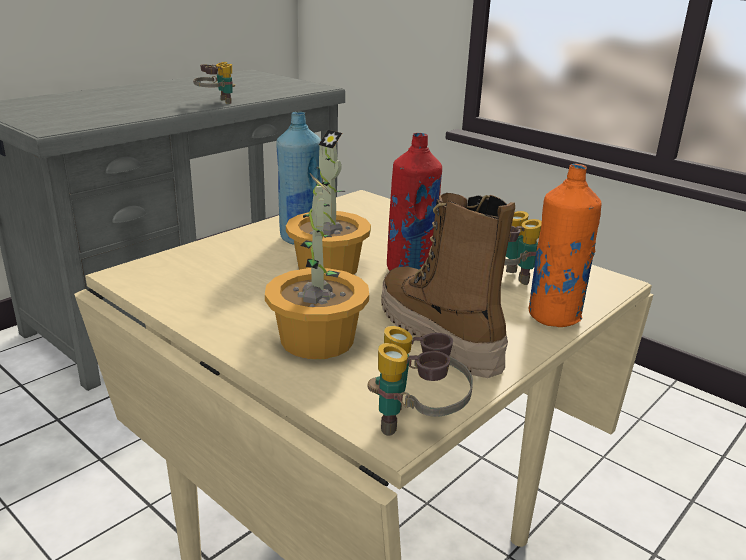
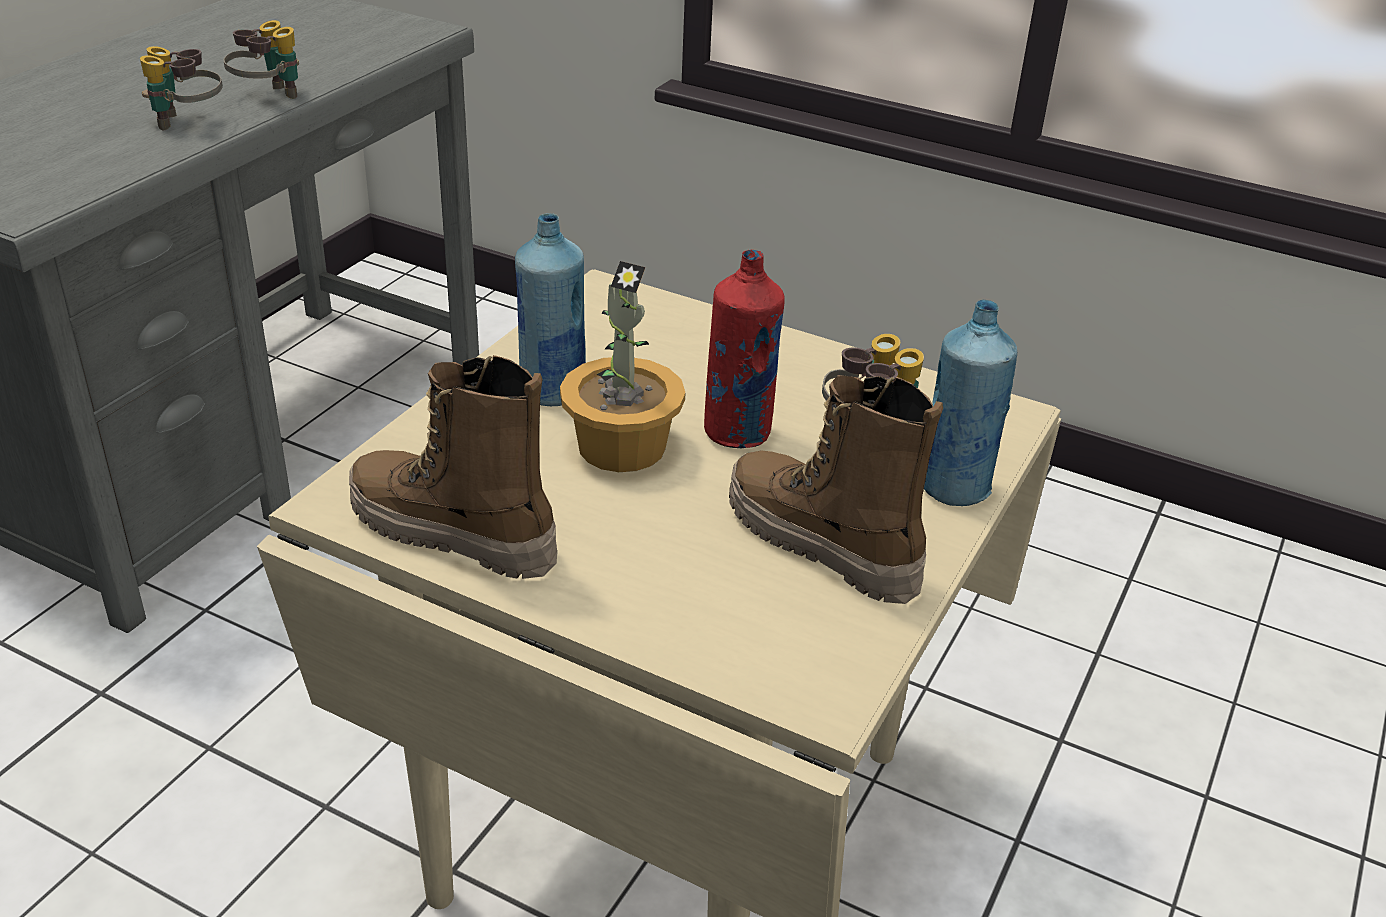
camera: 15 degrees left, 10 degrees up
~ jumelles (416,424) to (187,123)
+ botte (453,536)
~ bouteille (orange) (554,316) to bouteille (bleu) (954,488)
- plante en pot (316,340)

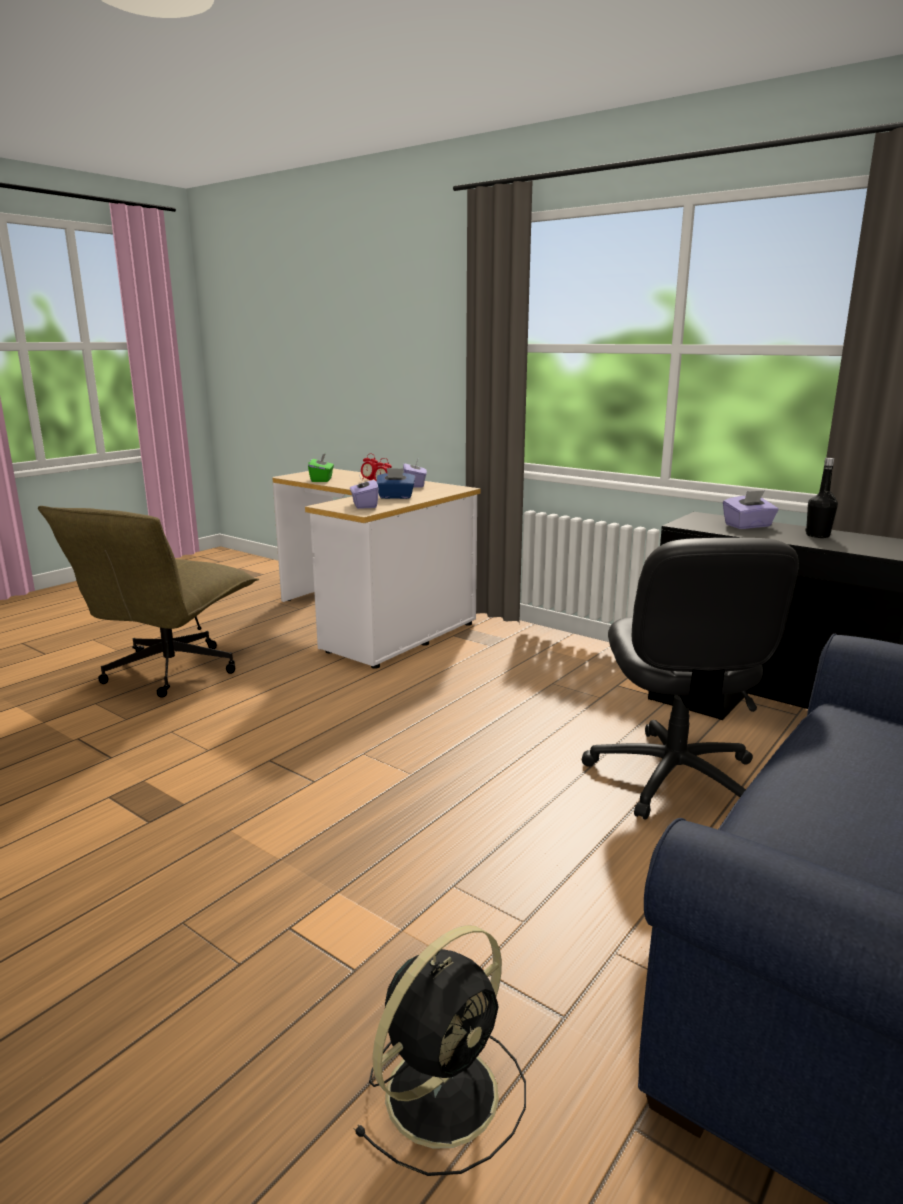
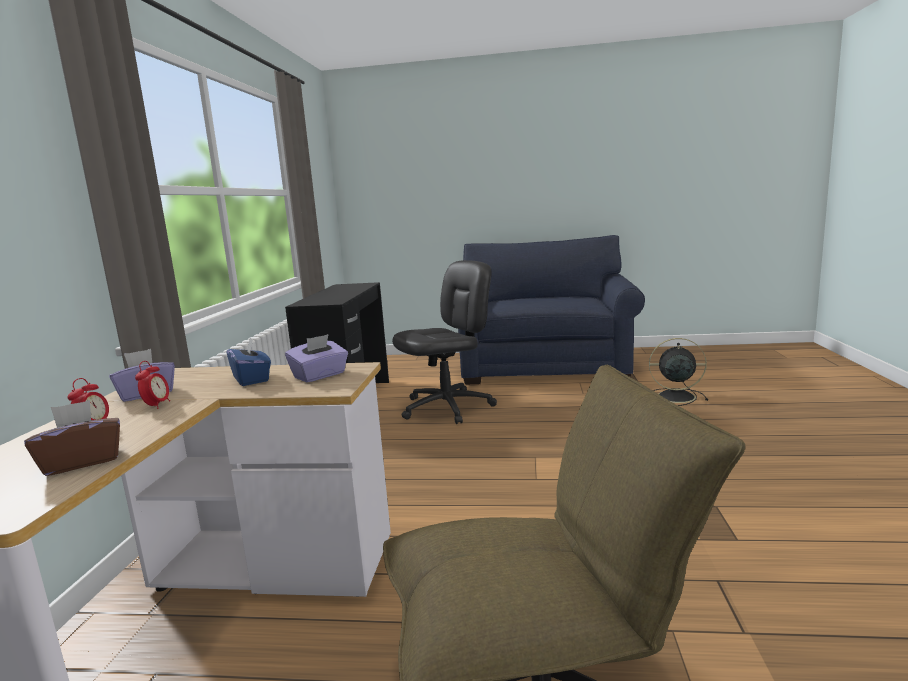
camera: 120 degrees left, 5 degrees down
~ boîte à mouchoirs (vert) (322,480) to boîte à mouchoirs (marron) (82,461)
- boîte à mouchoirs (violet) (748,526)
- bouteille (noir) (817,535)

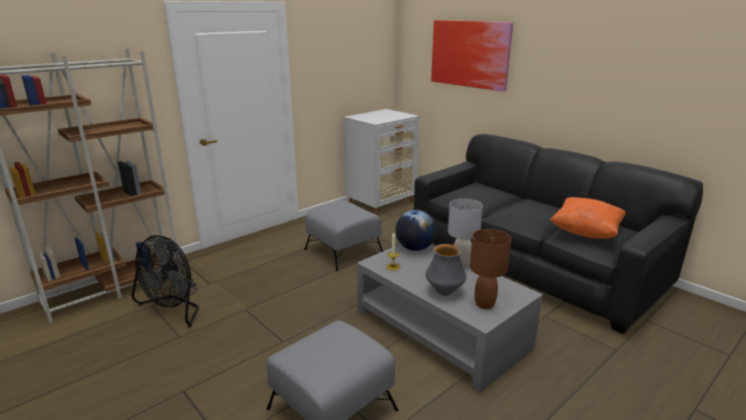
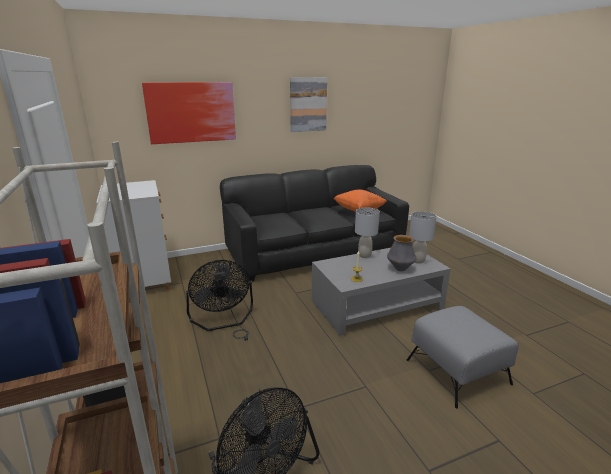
camera: 70 degrees left, 0 degrees up
~ pouf (gris) (343,251) to ventilateur (noir) (226,322)
+ tableau (308,104)
~ lampe de table (marron) (485,304) to lampe de table (gris) (418,261)
- globe (415,248)

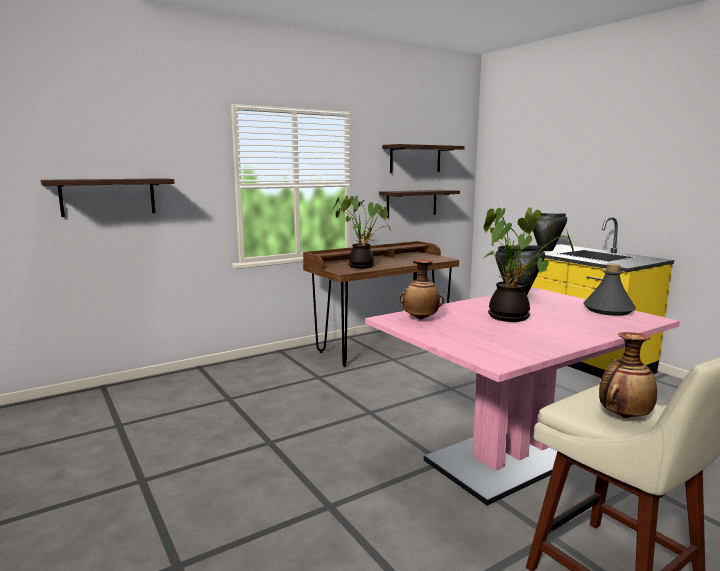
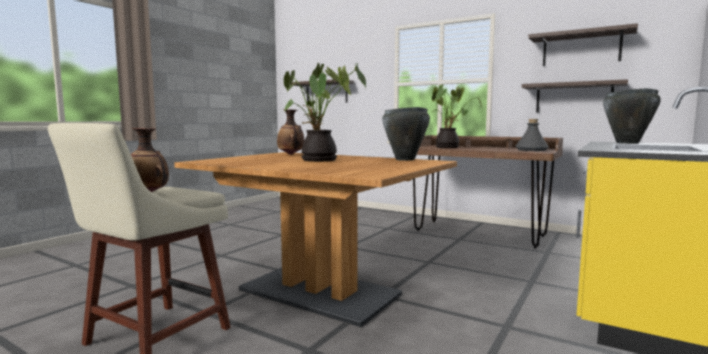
camera: 65 degrees right, 5 degrees down
~ table à manger (rose) (511,456) to table à manger (marron) (319,292)
~ bouteille (gris) (608,310) to (531,150)

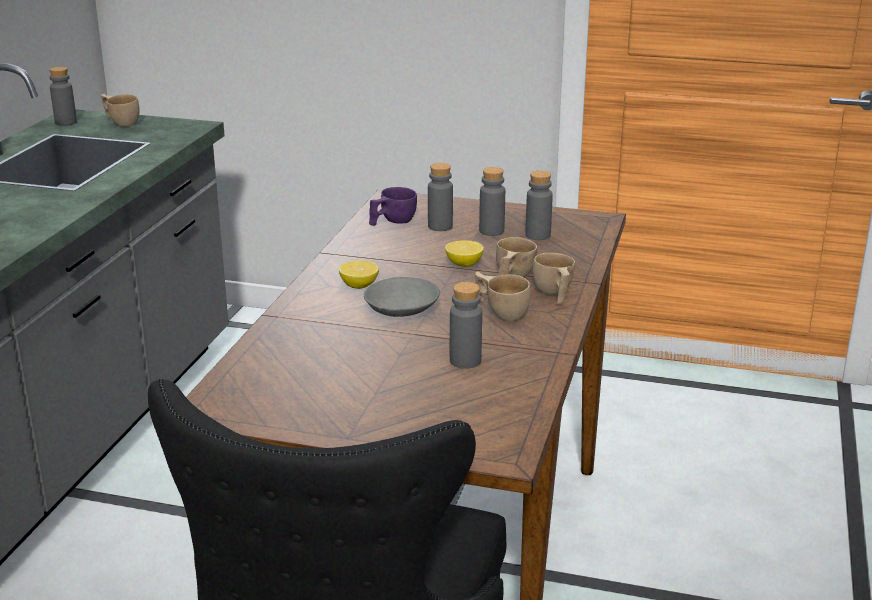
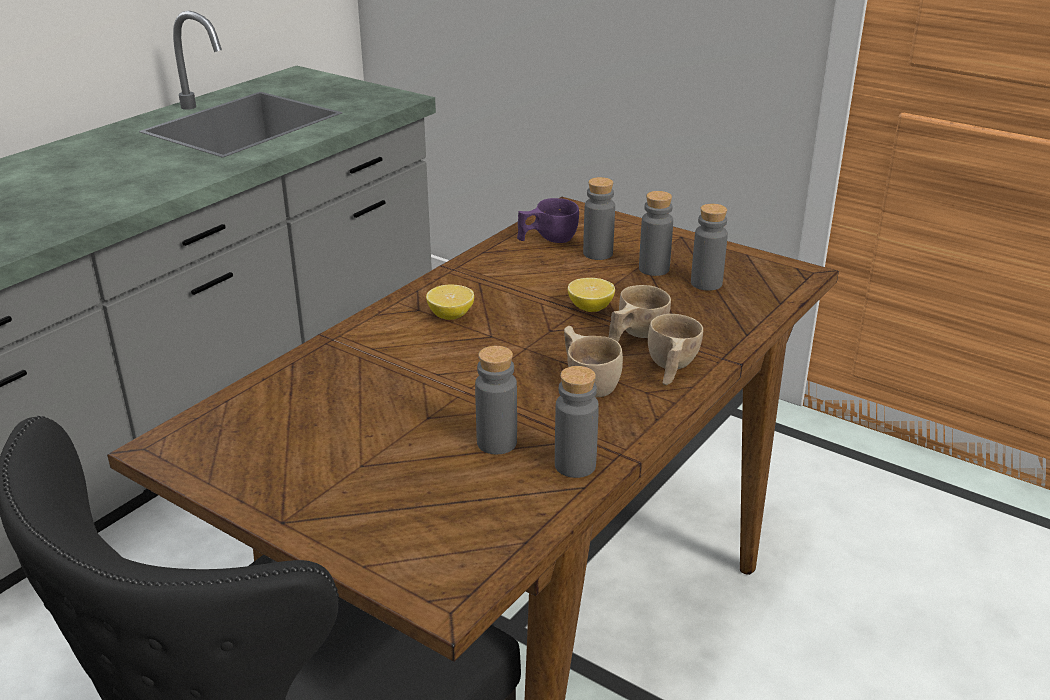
camera: 20 degrees right, 5 degrees up
~ bouteille (gris) (66,122) to (575,465)
- tasse (beige) (121,122)
- bol (gris) (400,310)

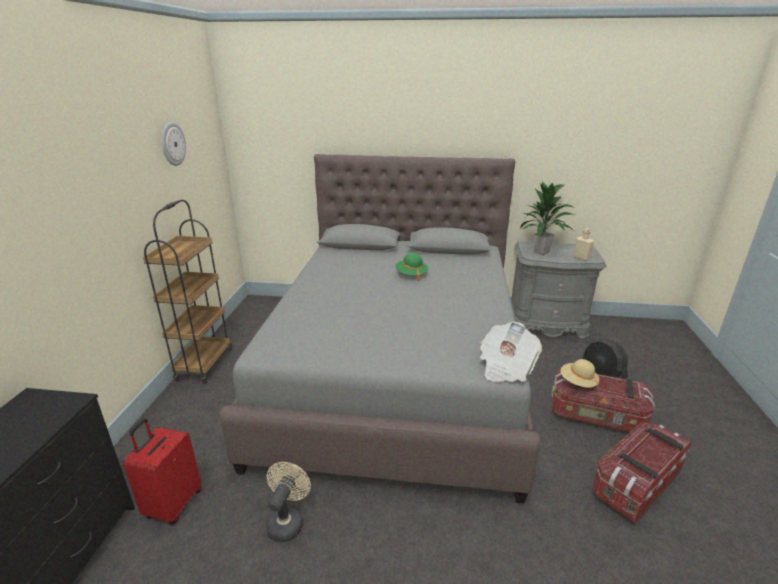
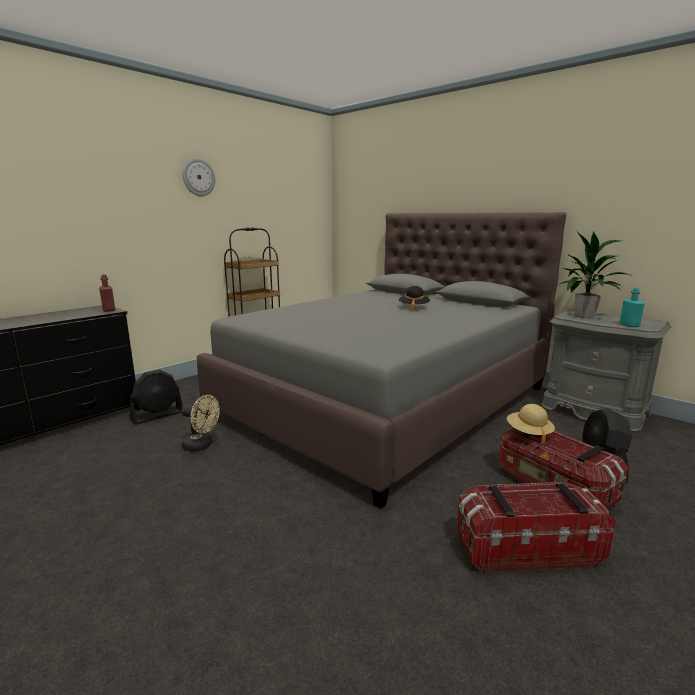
camera: 35 degrees right, 10 degrees down
+ bouteille (rouge) (109,310)
~ valise (rouge) (173,504) to ventilateur (noir) (157,415)
~ ventilateur (beige) (287,521) = (201,446) 60 degrees clockwise
~ horloge murale (172,144) to (198,177)
~ chapeau (vert) (411,274) to chapeau (noir) (413,307)
~ bouteille (beige) (581,258) to bouteille (turquoise) (629,325)
- journal (506,366)

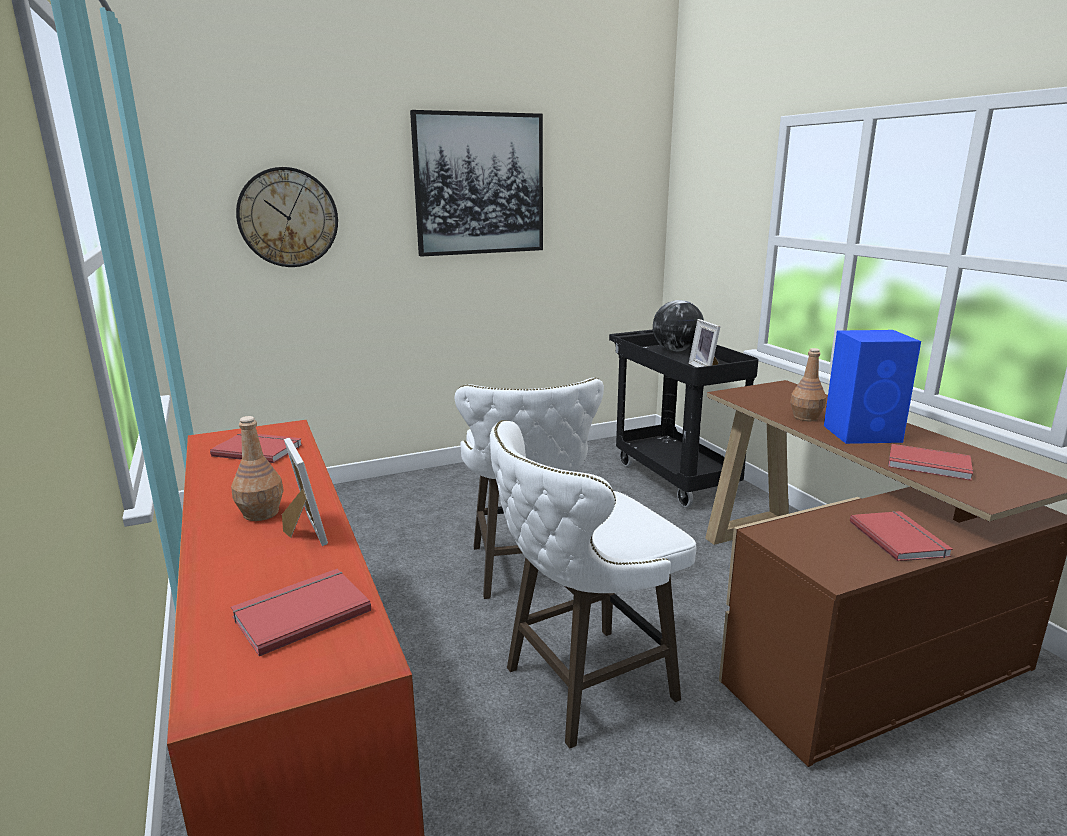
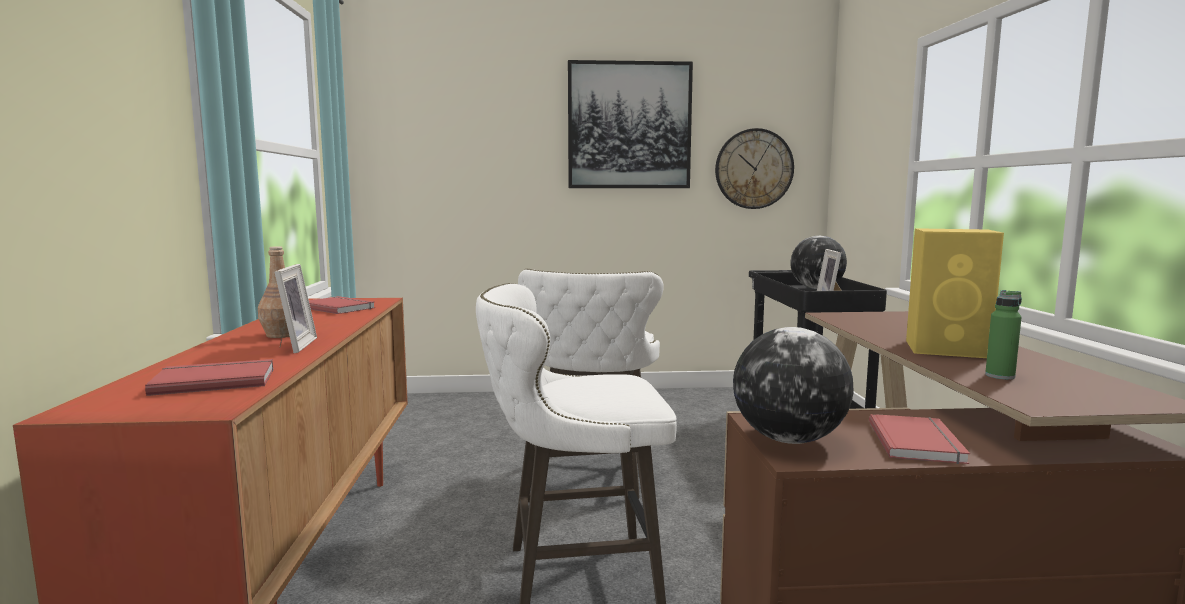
camera: 20 degrees right, 10 degrees down
~ horloge murale (288,217) to (754,169)
+ globe (789,439)
~ enceinte (bleu) (863,434) to enceinte (jaune) (948,349)
~ livre (rouge) (929,466) to bouteille (vert) (1000,376)
- bouteille (marron) (805,417)

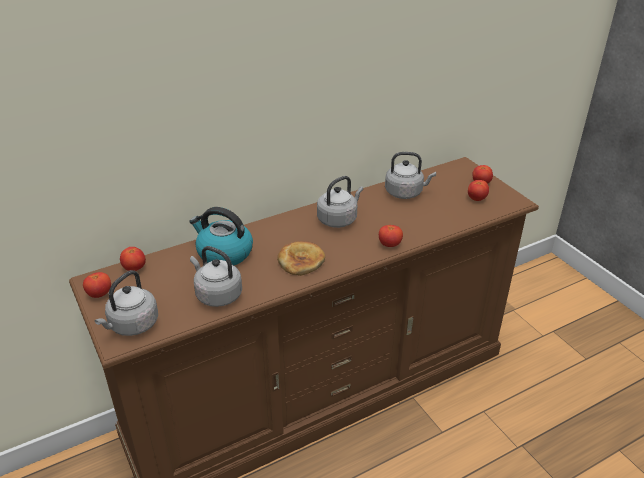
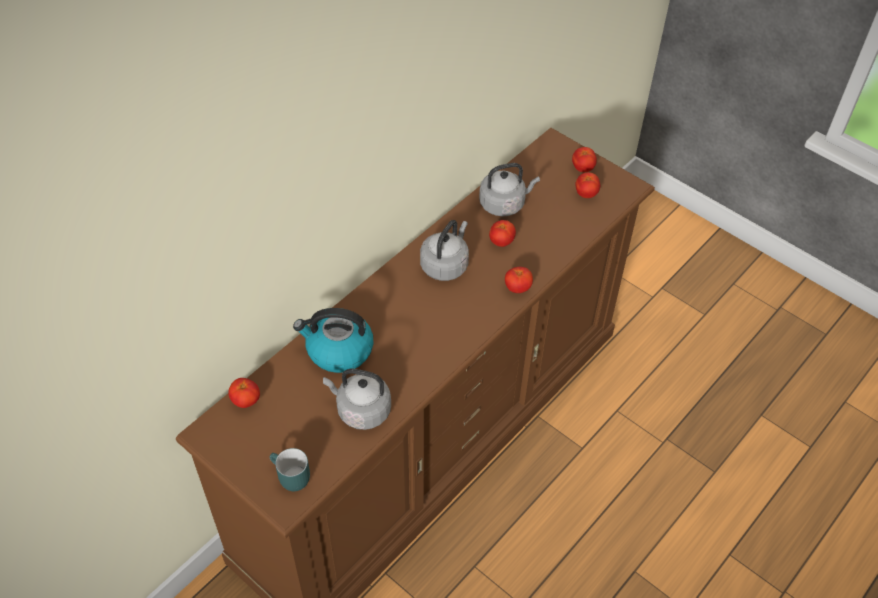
camera: 20 degrees left, 15 degrees up
~ bouilloire (gris) (132,325) to mug (turquoise) (289,478)
~ tomate (99,294) to (501,242)
- pain (301,260)

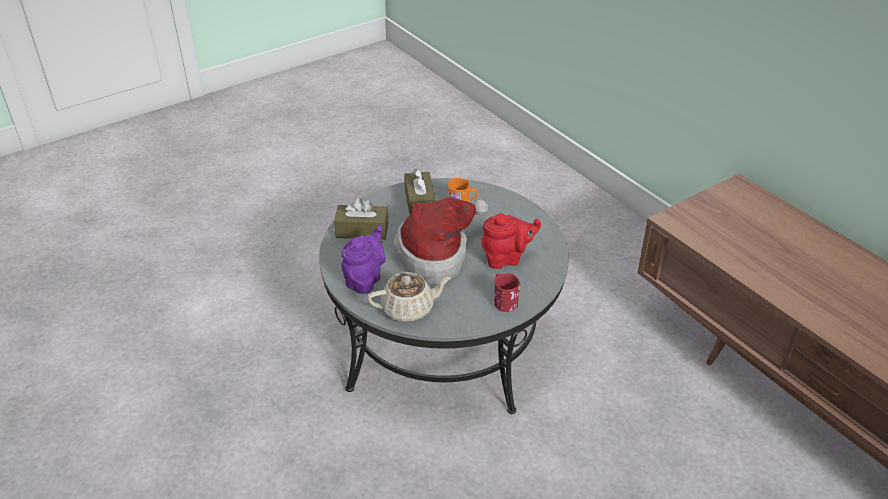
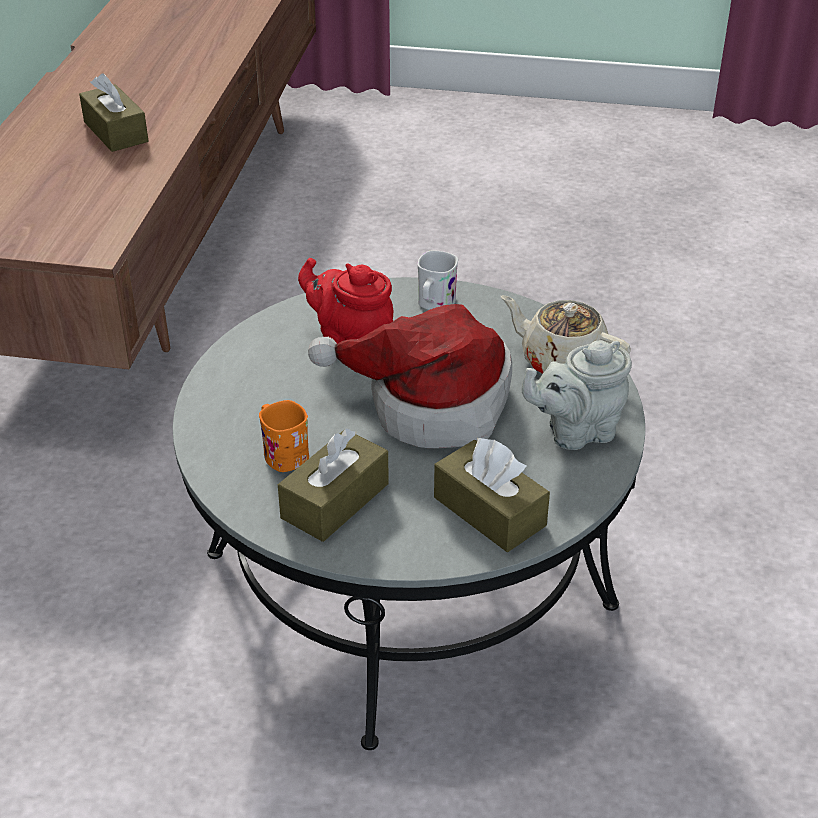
camera: 135 degrees left, 0 degrees up
+ boîte à mouchoirs (marron) (116,132)
~ mug (rouge) (503,301) to mug (blanc) (434,305)
~ théière (violet) (365,279) to théière (gris) (575,431)

